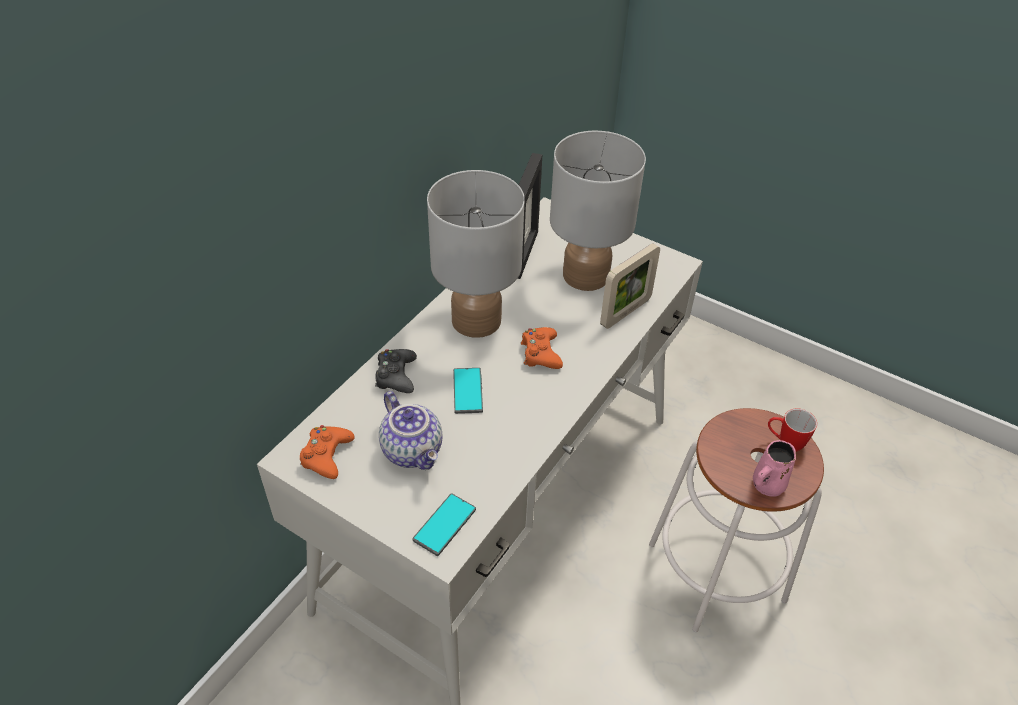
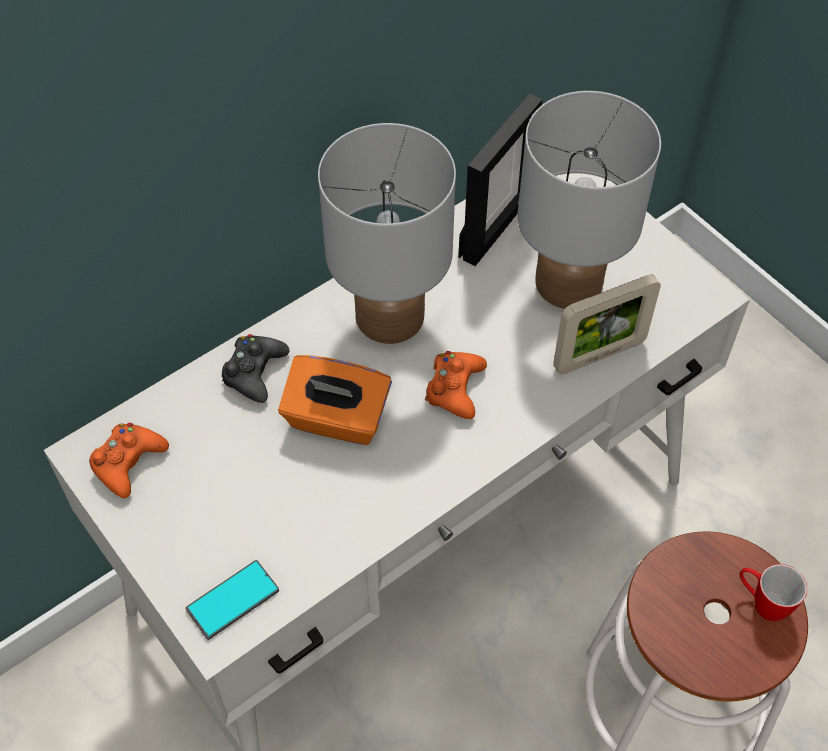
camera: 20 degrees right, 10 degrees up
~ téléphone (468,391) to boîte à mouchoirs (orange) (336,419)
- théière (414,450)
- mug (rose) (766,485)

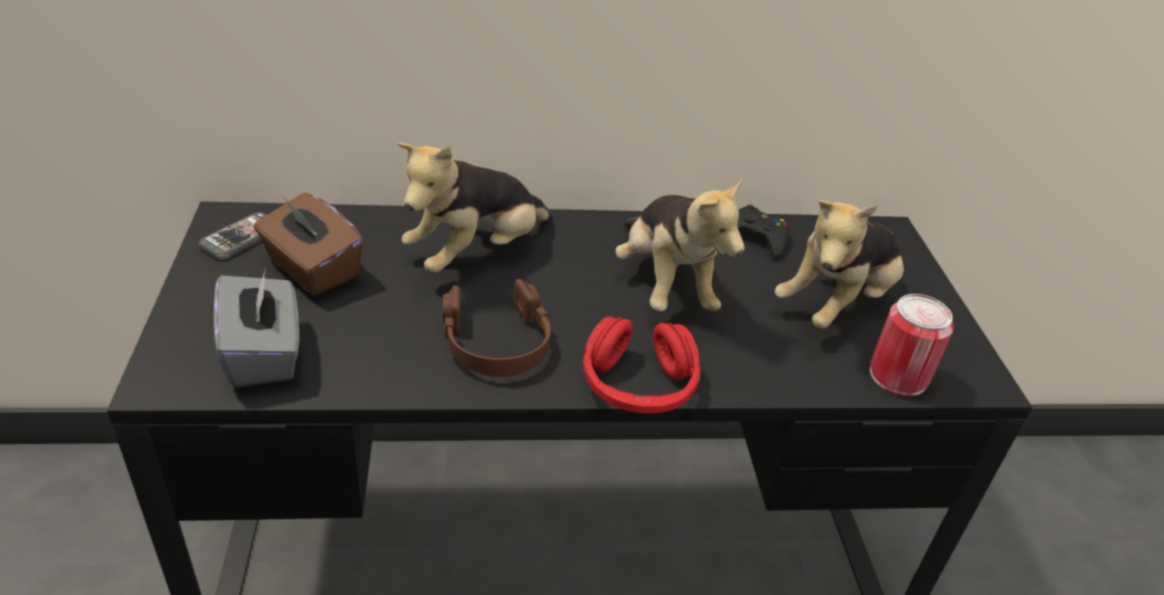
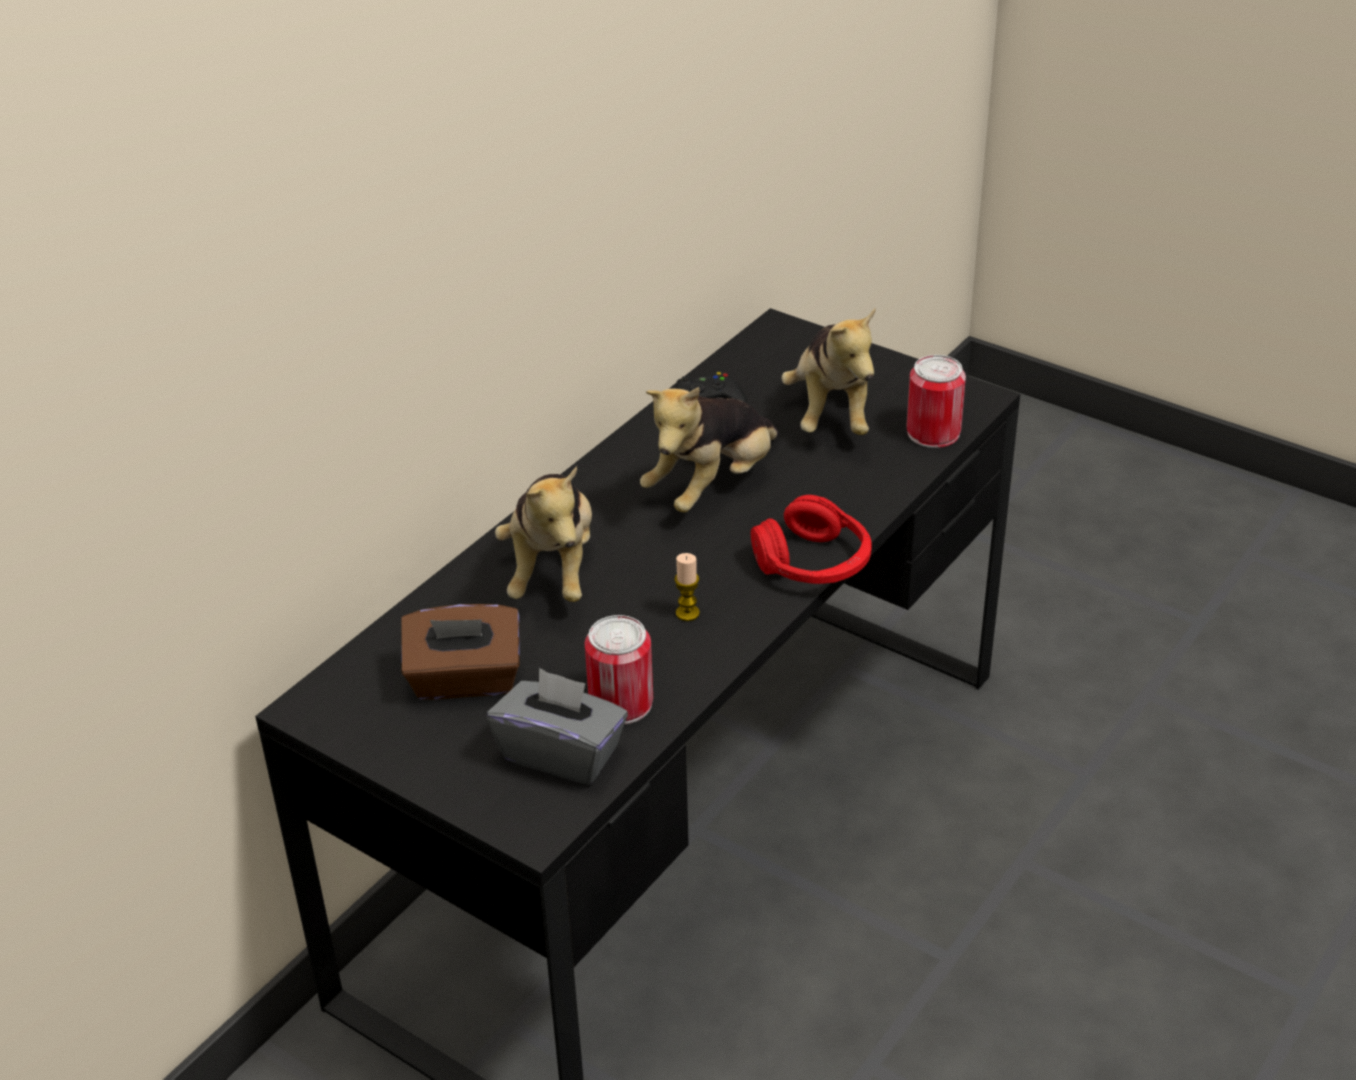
camera: 45 degrees left, 0 degrees up
+ boîte métallique (621,703)
~ peluche (664,284) = (712,486) 105 degrees clockwise
~ casque audio (marron) (497,342) to bougie (687,613)
- téléphone (241,238)

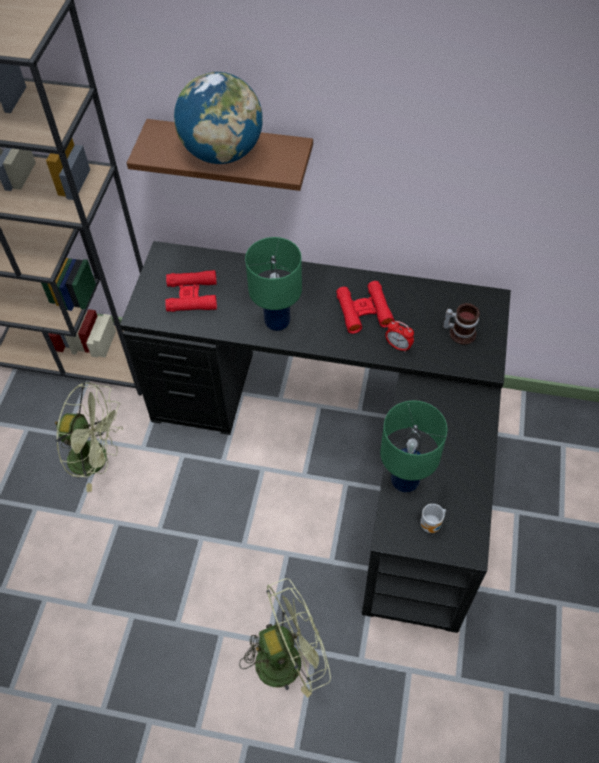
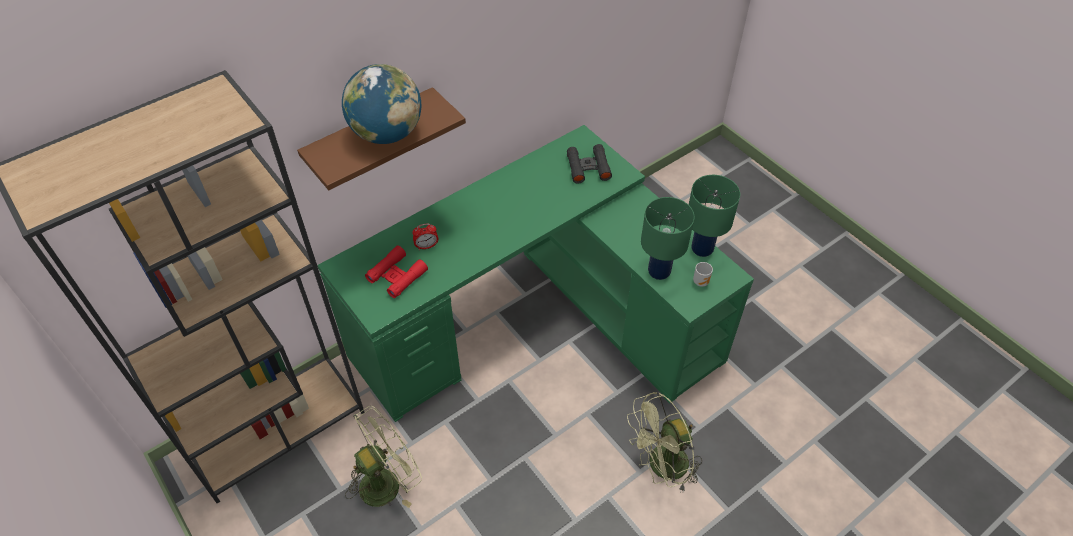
camera: 50 degrees left, 5 degrees down
~ bureau (noir) (345,443) to bureau (vert) (540,319)
~ réveil (398,346) to (426,246)
~ mug (460,332) to jumelles (noir) (588,167)
~ ventilateur (vert) (288,657) = (661,467) 135 degrees counterclockwise
~ lampe de table (vert) (276,321) to (700,250)
- jumelles (rouge) (364,311)

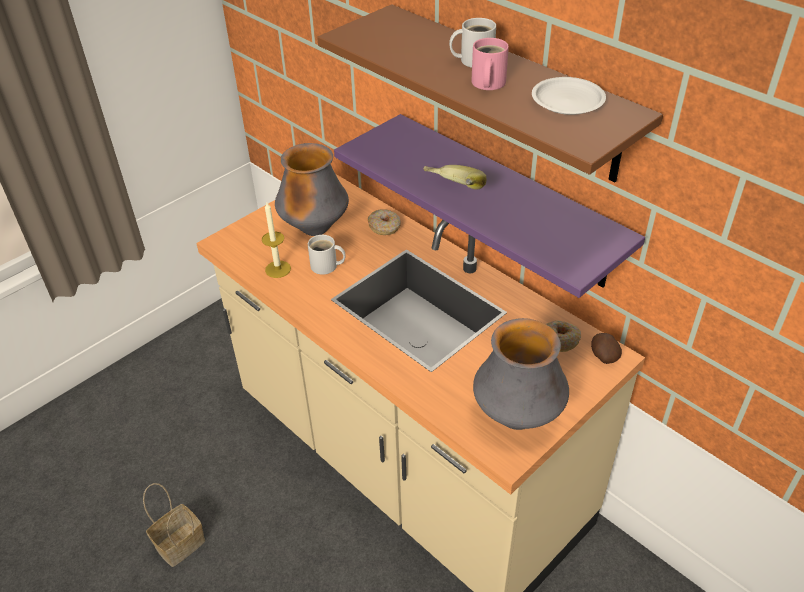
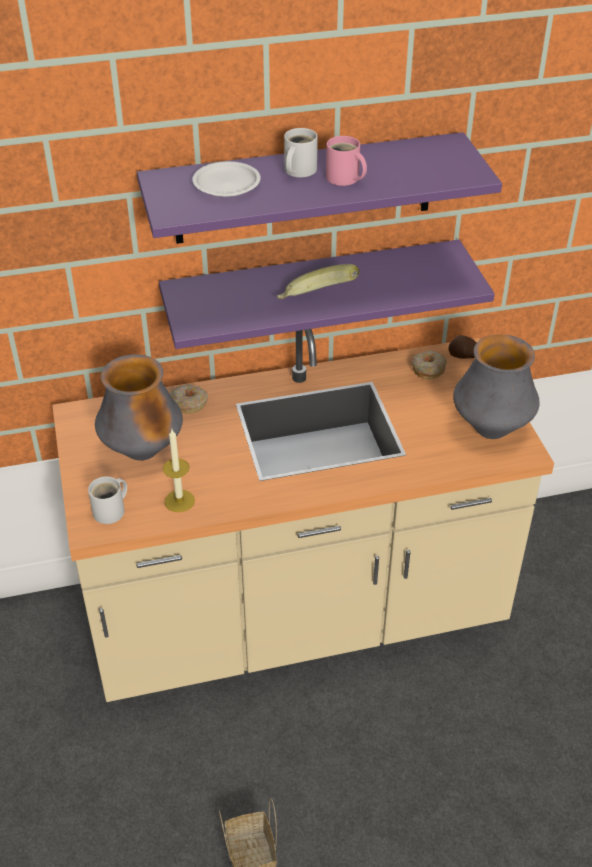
camera: 60 degrees left, 0 degrees up
~ mug (blanc) (326,266) to (112,511)
~ étagère (marron) (509,92) to étagère (violet) (304,189)
~ assiette (blanc) (567,101) to (226,184)

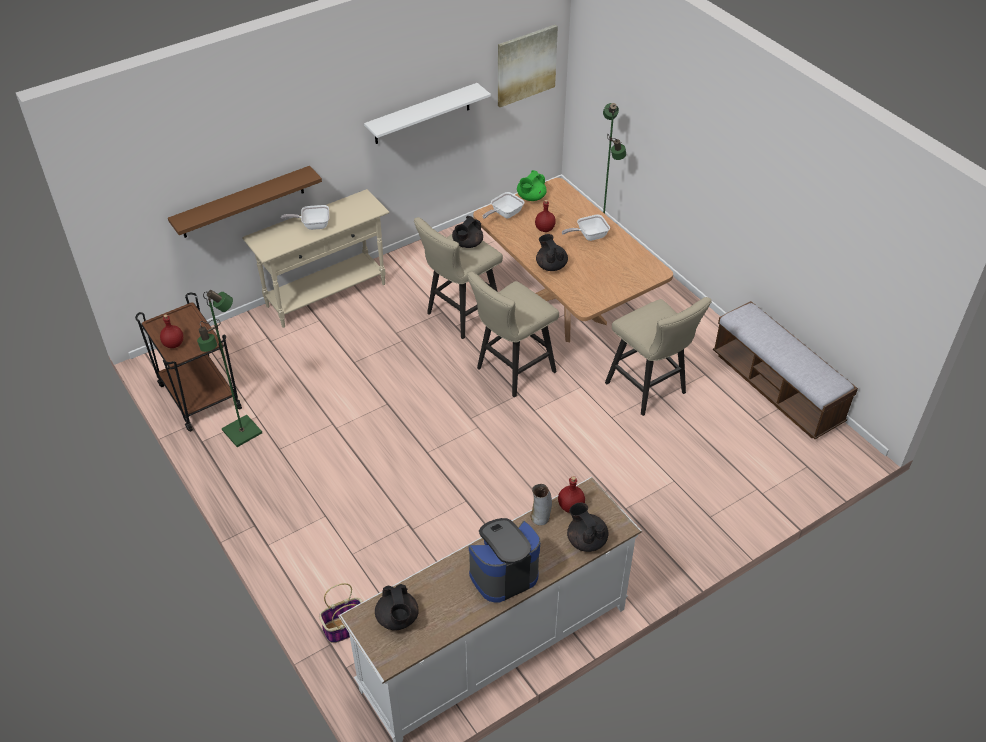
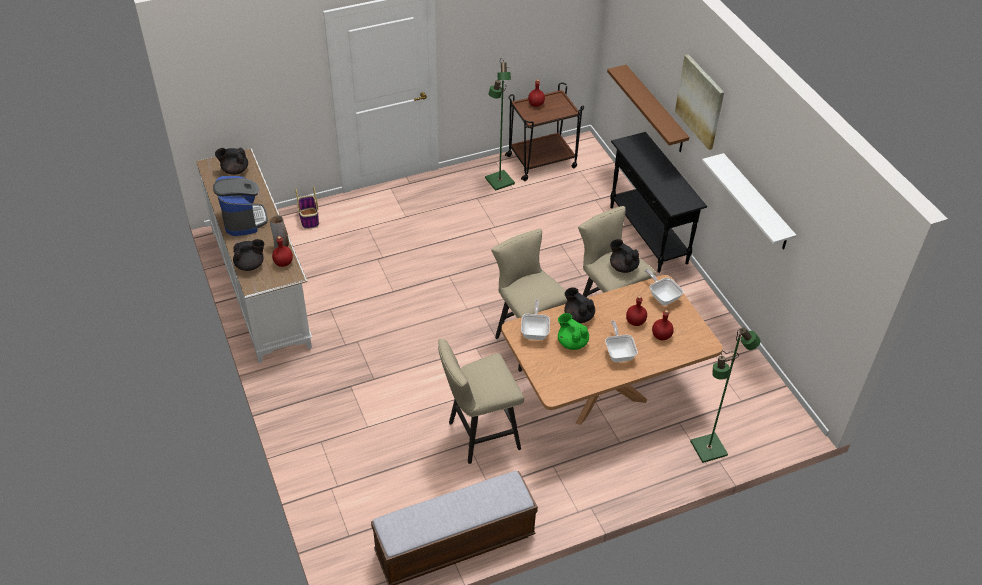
camera: 100 degrees right, 0 degrees up
~ poêle (313,225) to (535,331)
~ théière (vert) (531,197) to (572,342)
~ théière (noir) (551,265) = (578,316) 120 degrees counterclockwise
~ table console (beige) (327,295) to table console (noir) (648,235)
+ bouteille (rouge) (661,336)
~ tableau (526,65) to (700,101)

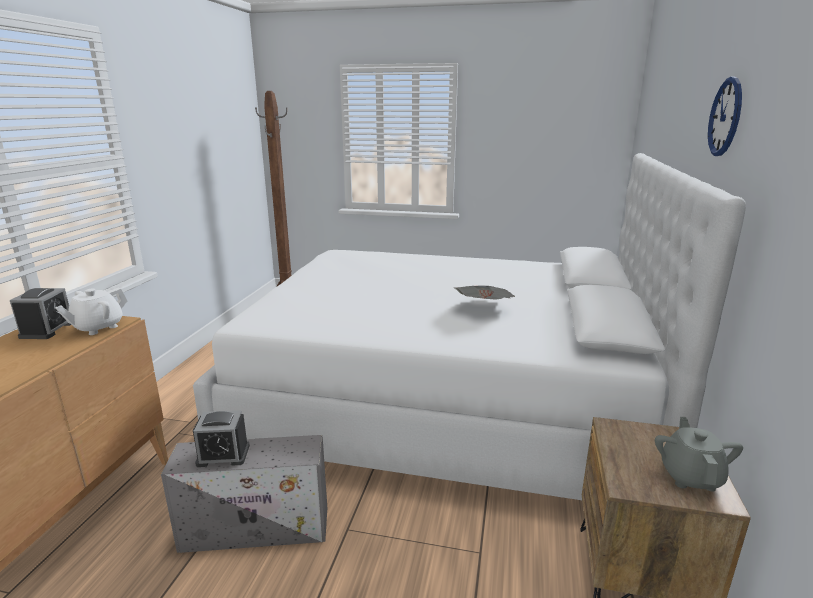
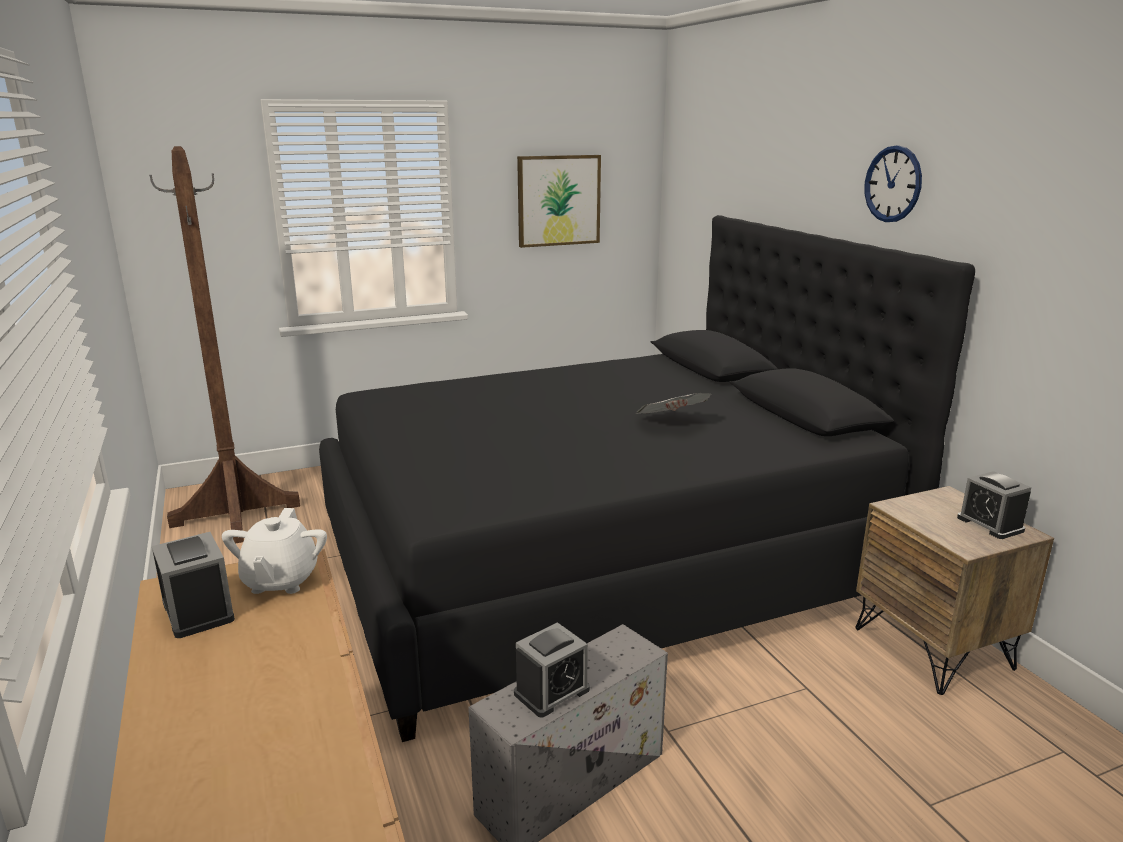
camera: 35 degrees left, 0 degrees up
~ lit (blanc) (445,402) to lit (noir) (599,559)
+ tableau (558,200)
~ théière (gris) (690,476) to réveil (990,524)

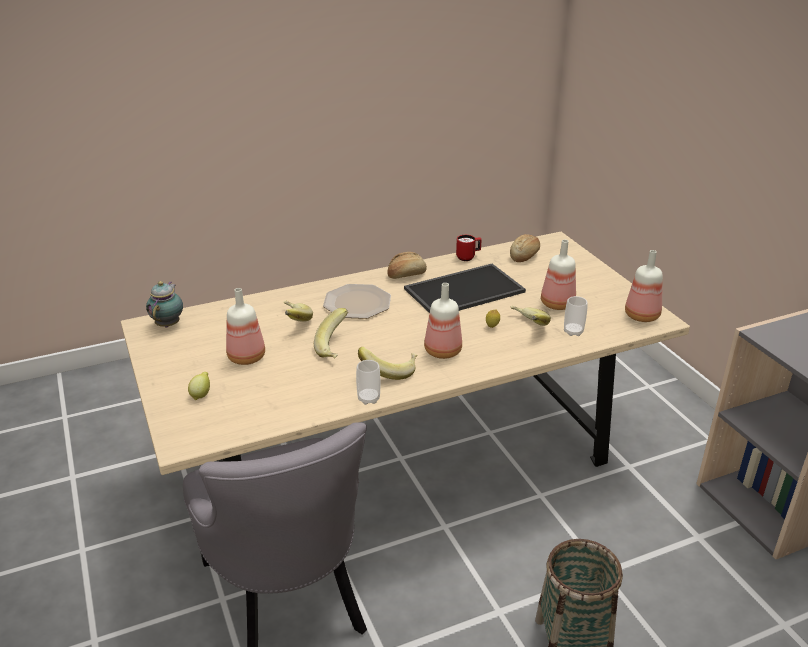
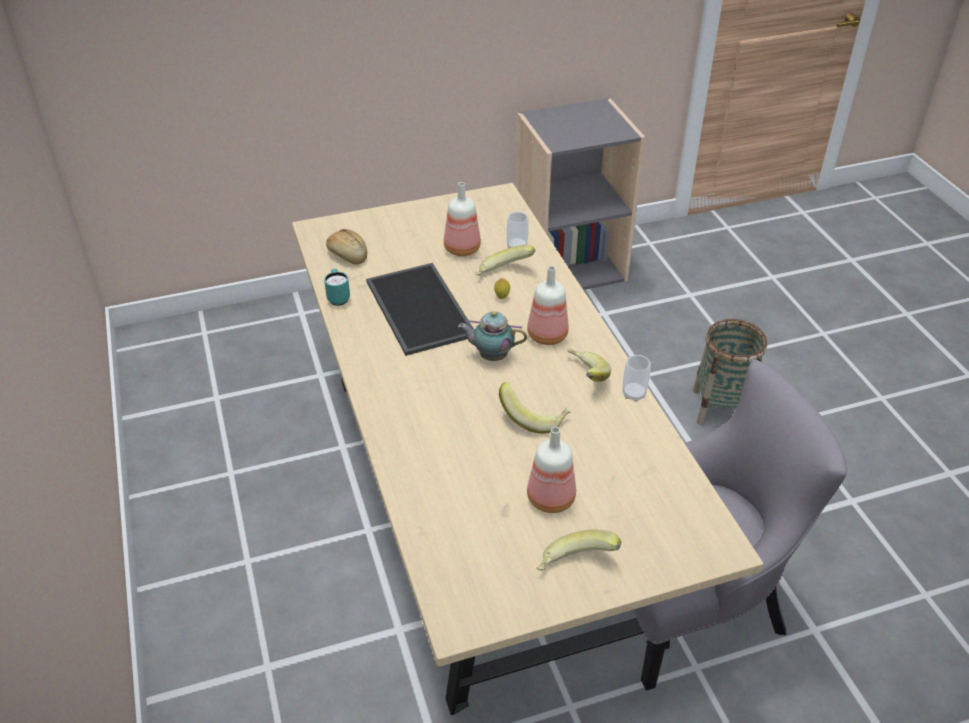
camera: 85 degrees left, 10 degrees up
~ mug (rouge) (468,257) to mug (turquoise) (338,297)
~ théière (169,324) to (491,356)
~ banane (293,321) to (576,566)
- citron (201,395)
- assiette (358,303)
- pain (406,274)
- bouteille (643,316)

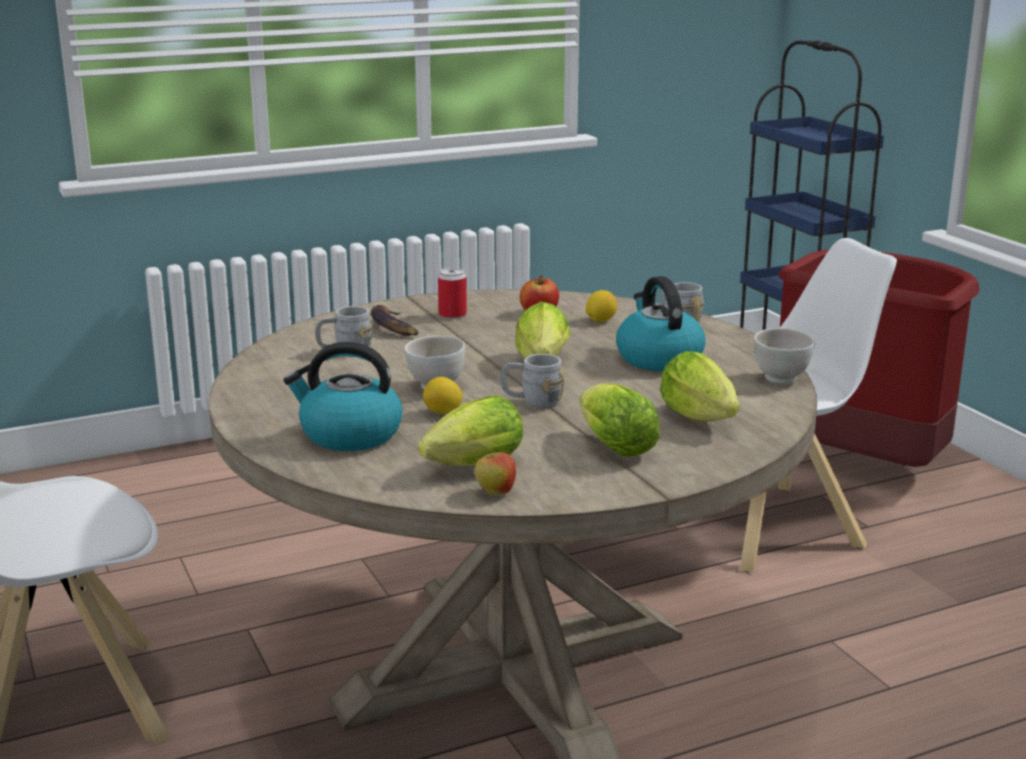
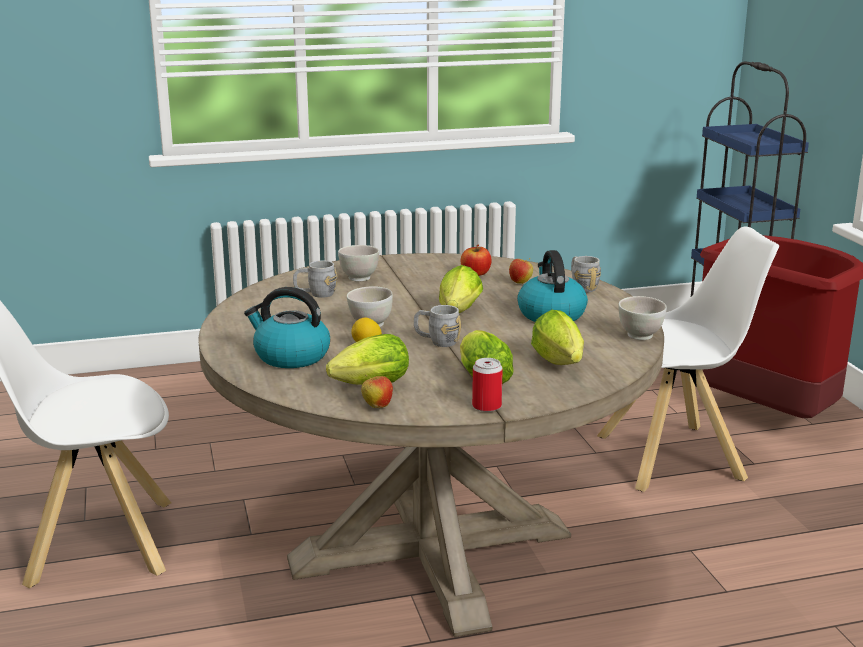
camera: 10 degrees right, 0 degrees up
~ banane (392,327) to bol (blanc) (359,278)
~ boîte métallique (452,315) to (486,406)
~ citron (600,320) to pomme (520,282)

